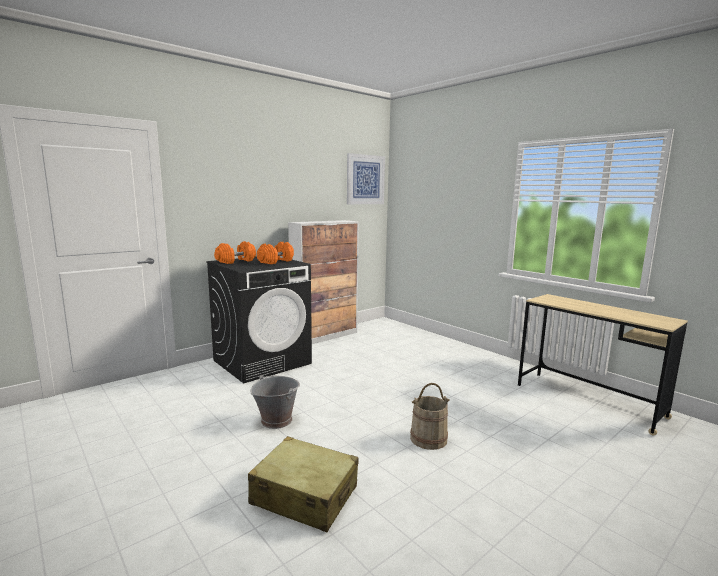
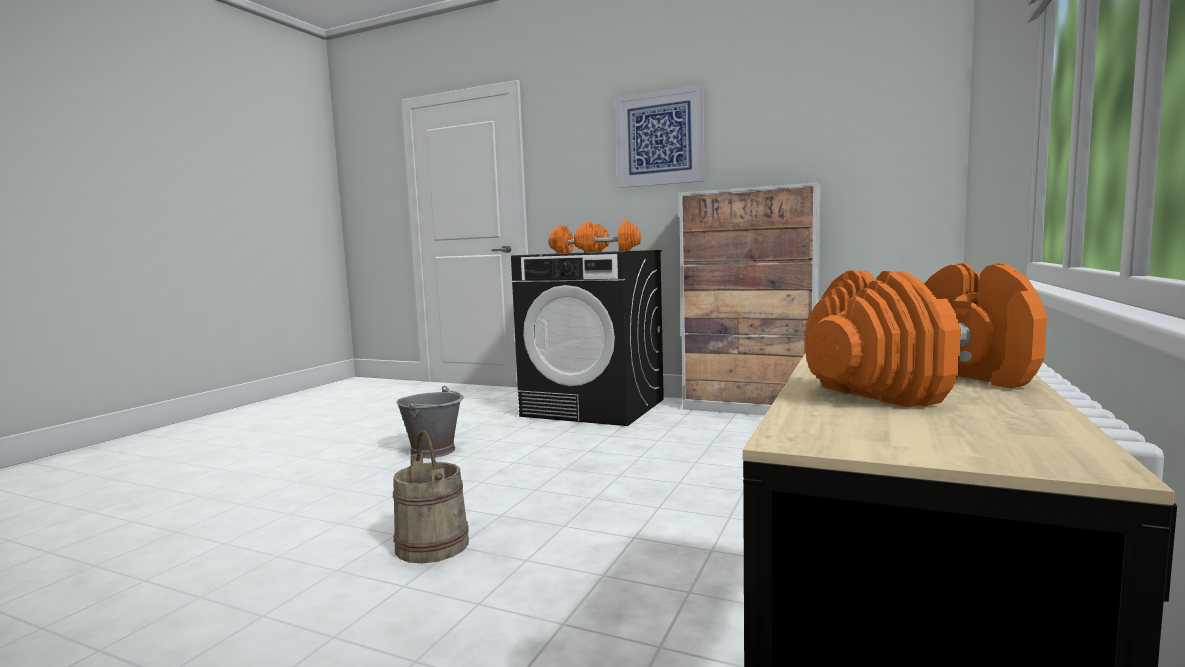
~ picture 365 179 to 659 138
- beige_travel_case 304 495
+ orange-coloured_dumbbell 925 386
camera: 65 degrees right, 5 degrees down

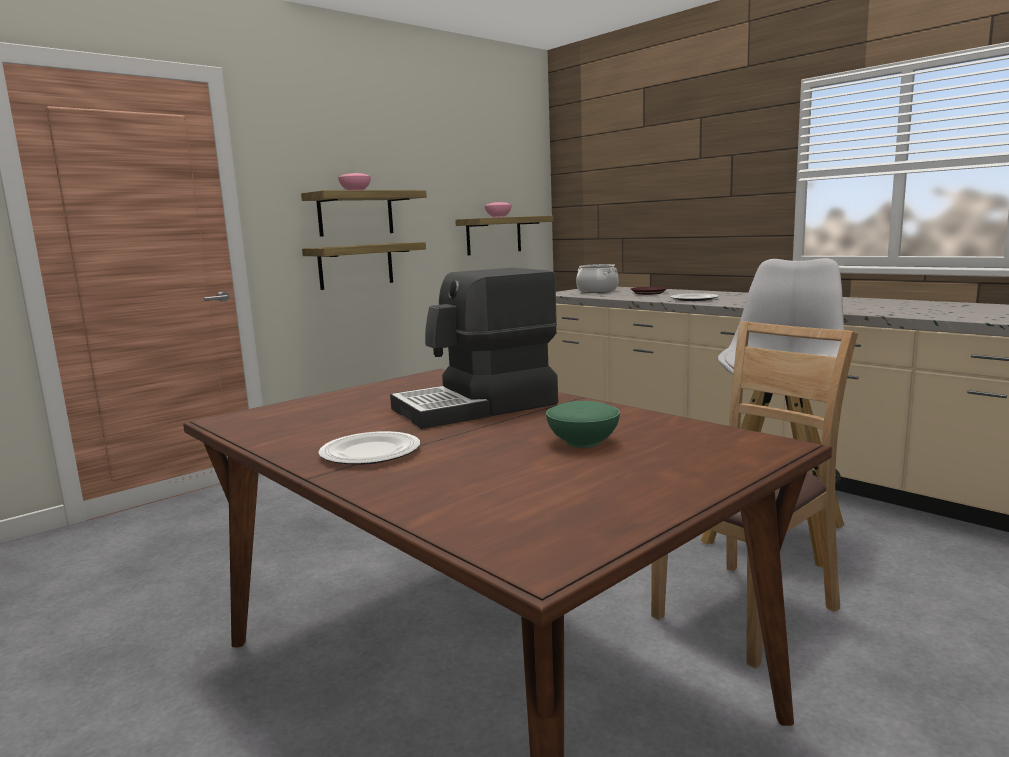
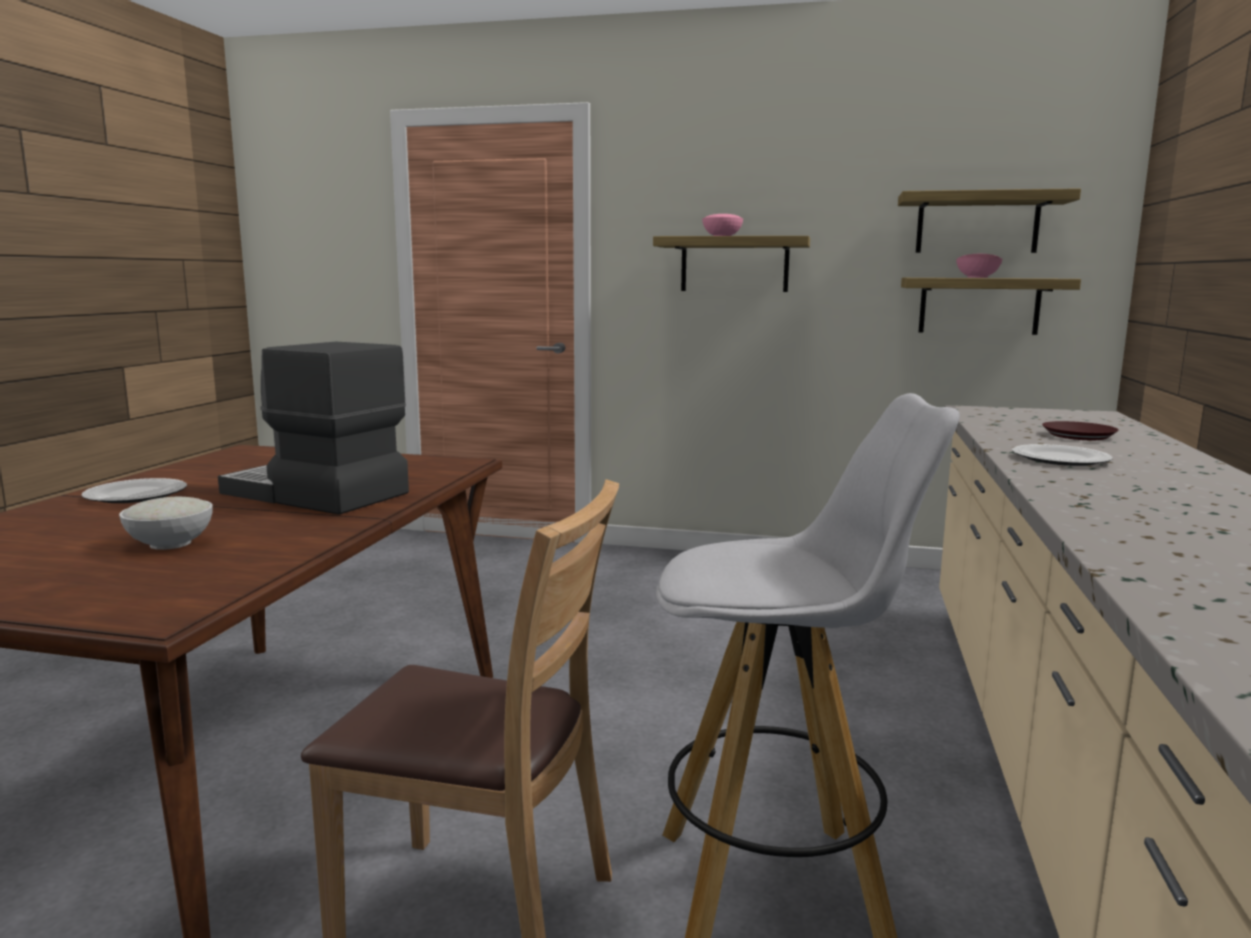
~ wall_shelf 356 265 to 977 224
- stockpot 597 291
~ greenish_bowl 584 442 to whitish_bowl 171 544
camera: 55 degrees right, 0 degrees up

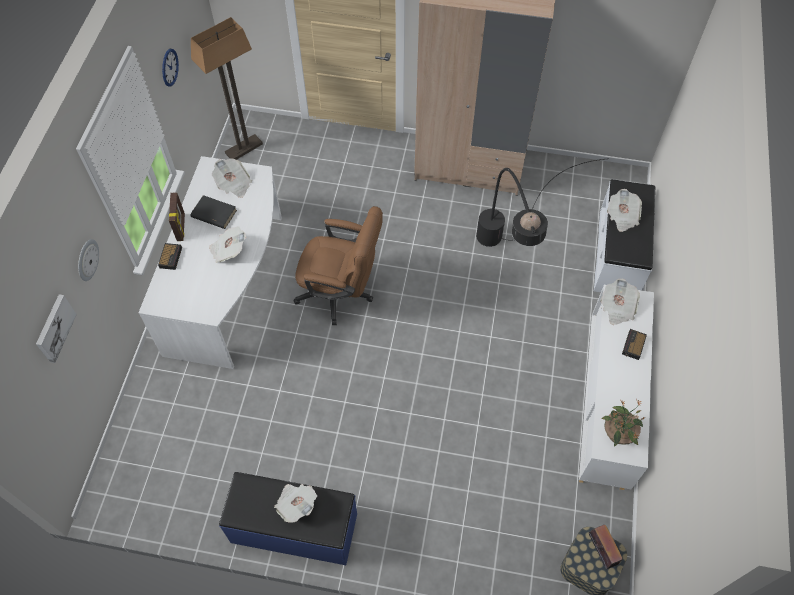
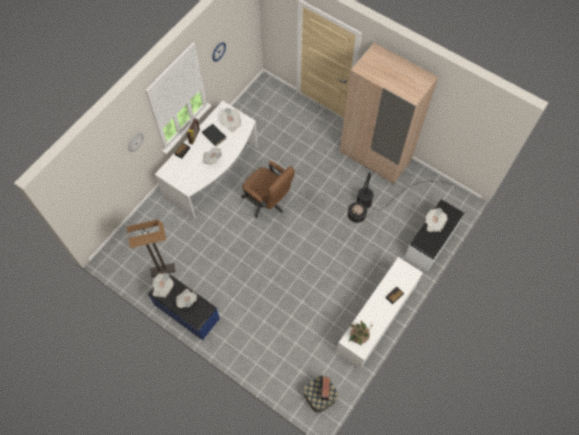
~ standard_lamp 244 148 to 163 270
~ printed_paper 617 308 to 162 287
- picture 54 328
camera: 25 degrees right, 5 degrees up

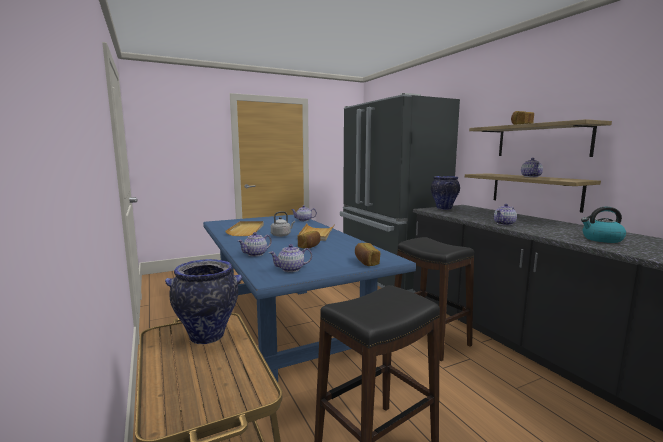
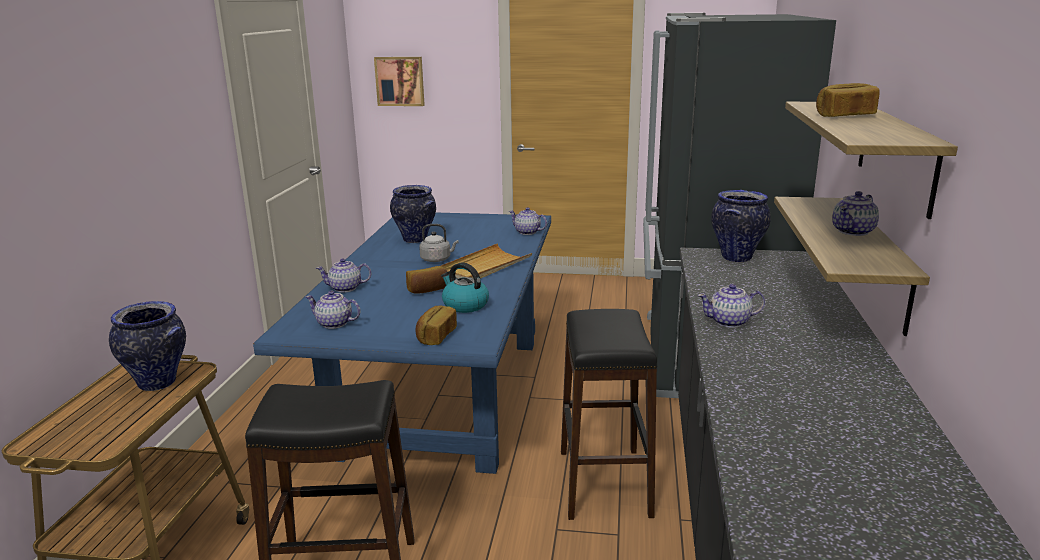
~ water_kettle 601 239 to 464 305
~ beige_serving_tray 247 230 to flower_vase 415 240
+ picture 400 81
camera: 35 degrees right, 10 degrees up

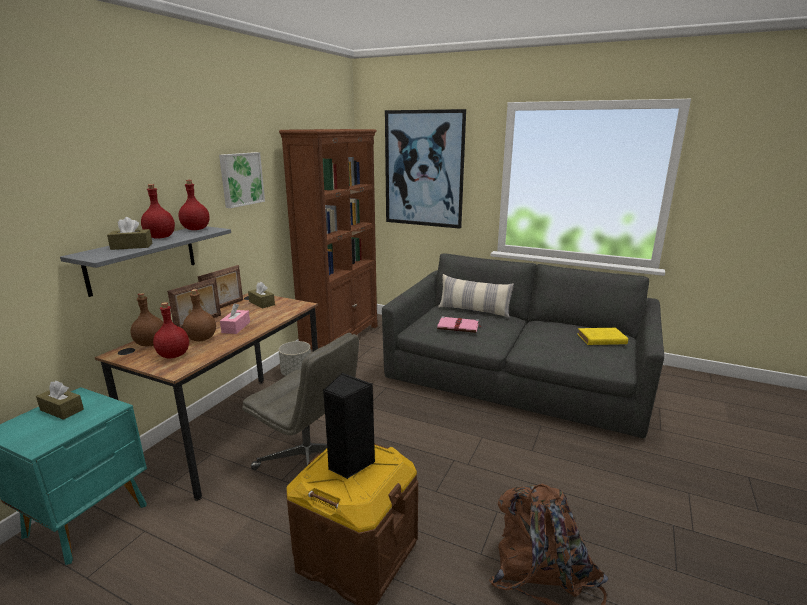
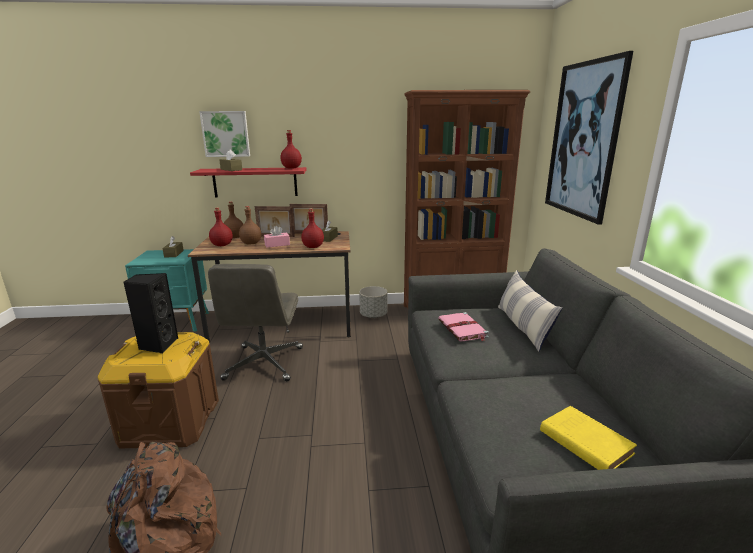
~ picture 241 179 to 226 134
~ reddish_drink_bottle 159 237 to 313 247
~ gray_wall_shelf 142 259 to reddish_wall_shelf 255 182
camera: 60 degrees right, 0 degrees up

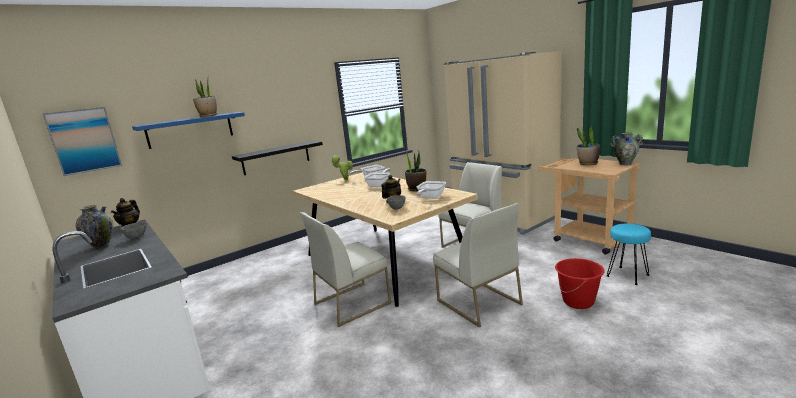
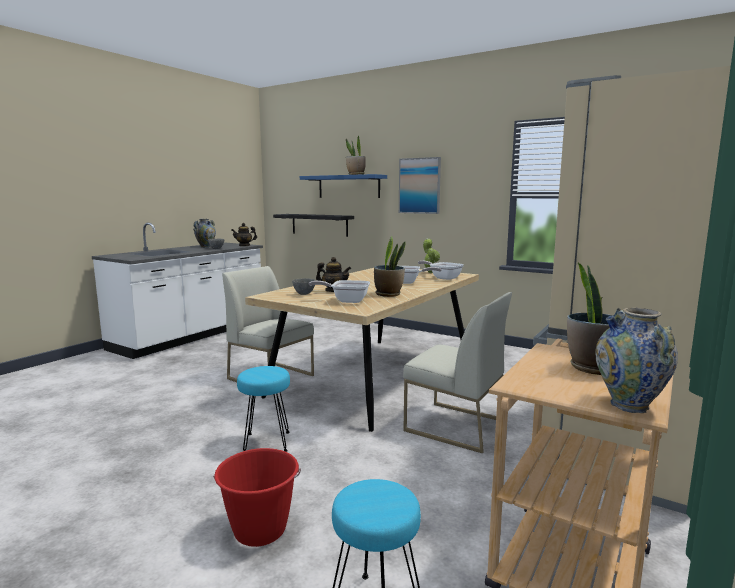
~ picture 84 140 to 419 185
~ blackish_wall_shelf 276 157 to 319 224
~ whitish_upright_chair 478 302 to turquoise_sitting_stool 266 442
camera: 70 degrees right, 5 degrees down

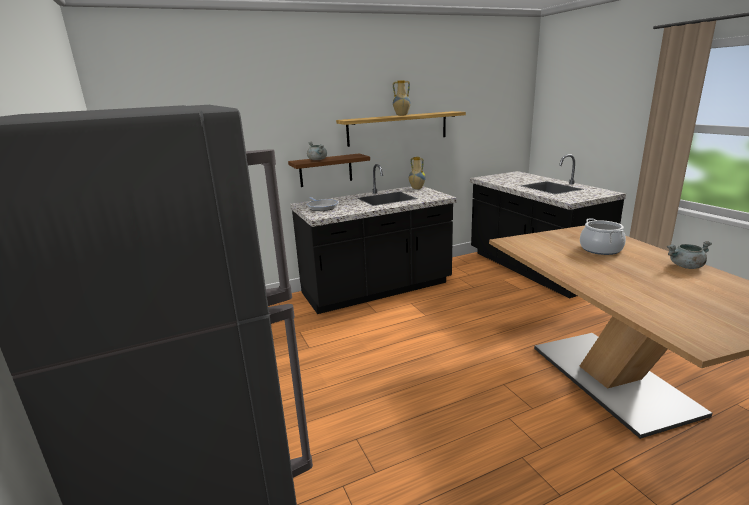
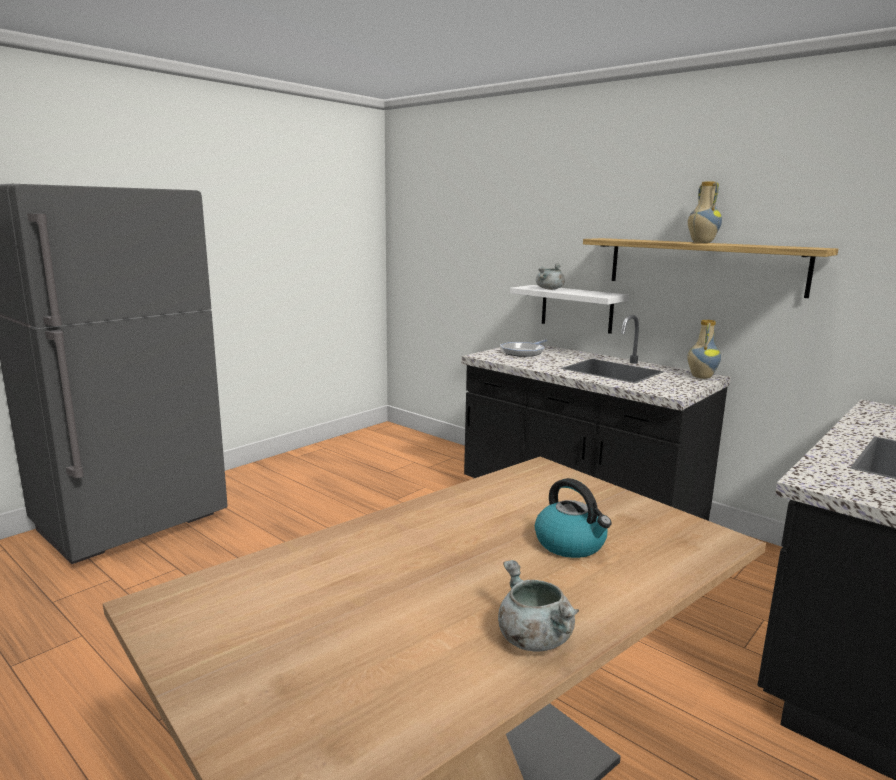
~ brown-coloured_wall_shelf 325 170 to whitish_wall_shelf 576 309
~ stockpot 600 249 to water_kettle 571 544
camera: 65 degrees right, 5 degrees down

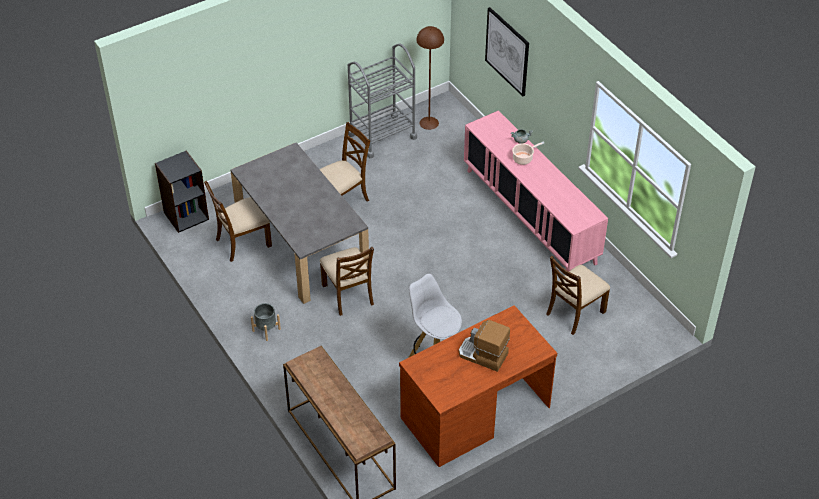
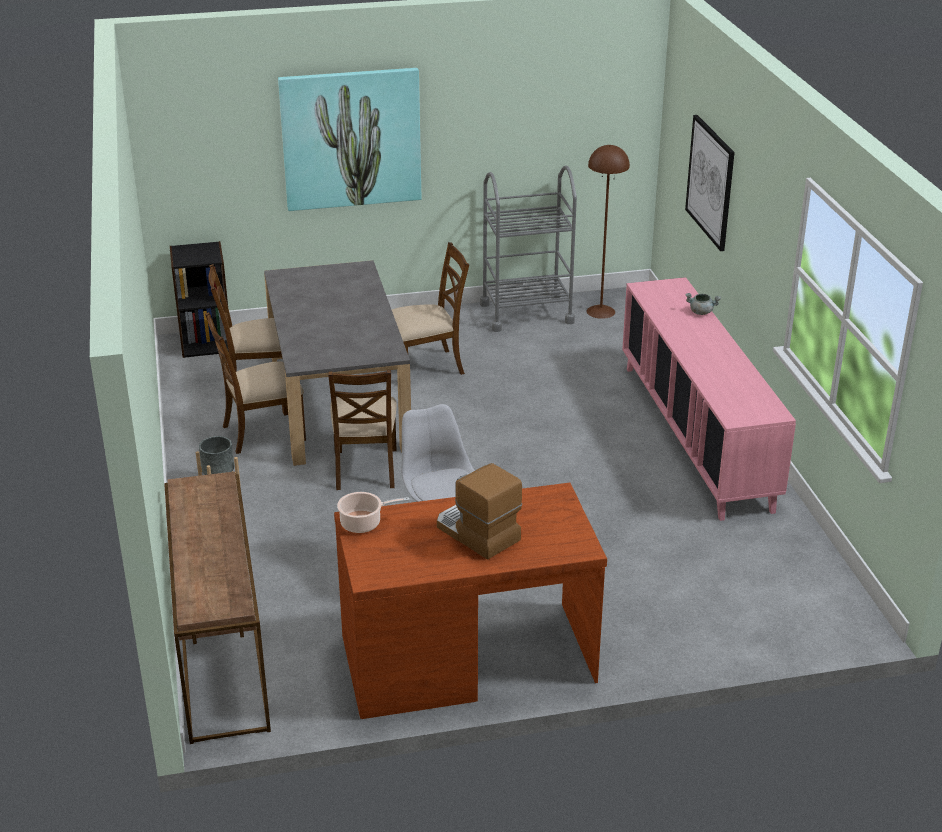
~ stockpot 523 158 to 363 523
~ brown-coloured_upright_chair 574 312 to 262 432
+ picture 351 138
camera: 20 degrees right, 15 degrees down

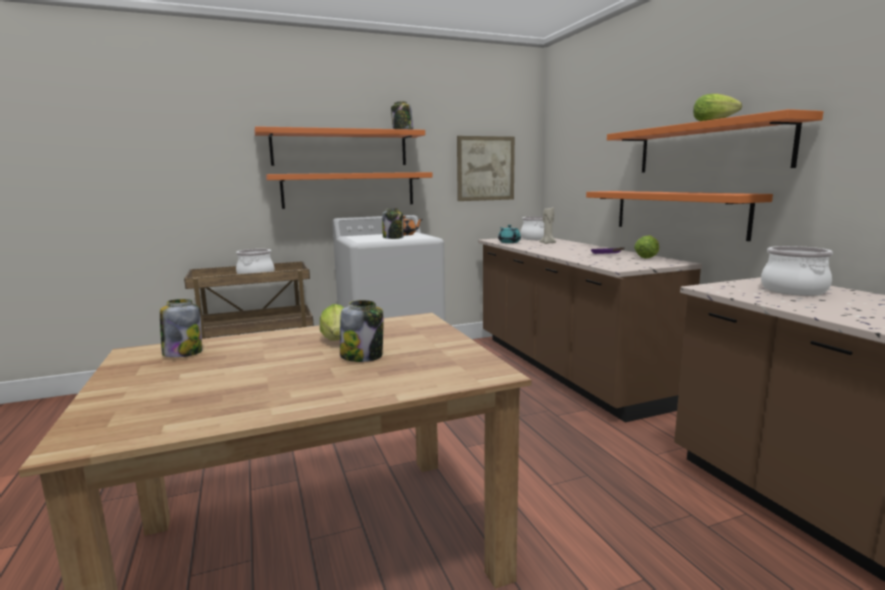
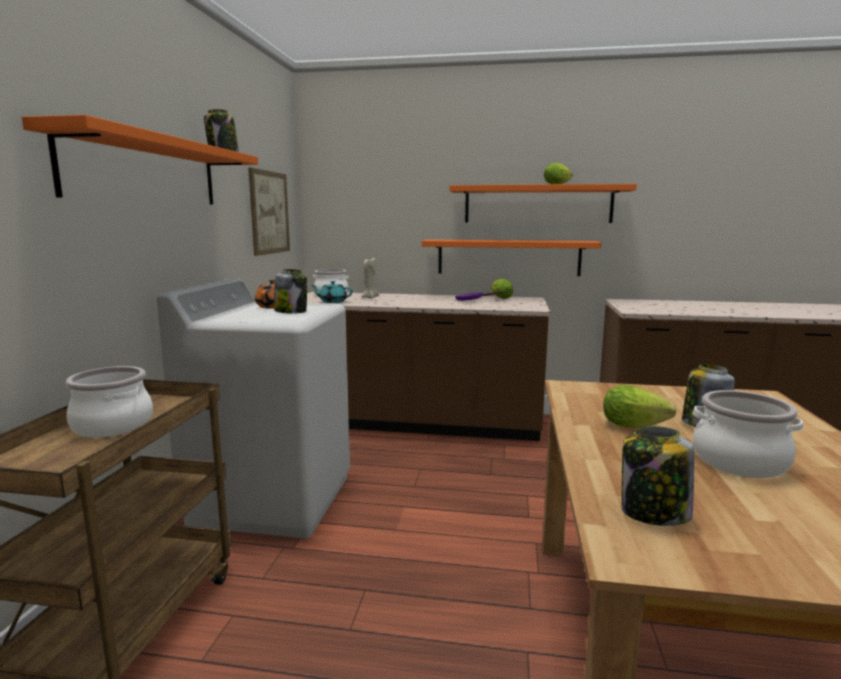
- orange-coloured_wall_shelf 349 190
~ stockpot 794 290 to 739 461
camera: 60 degrees left, 0 degrees up

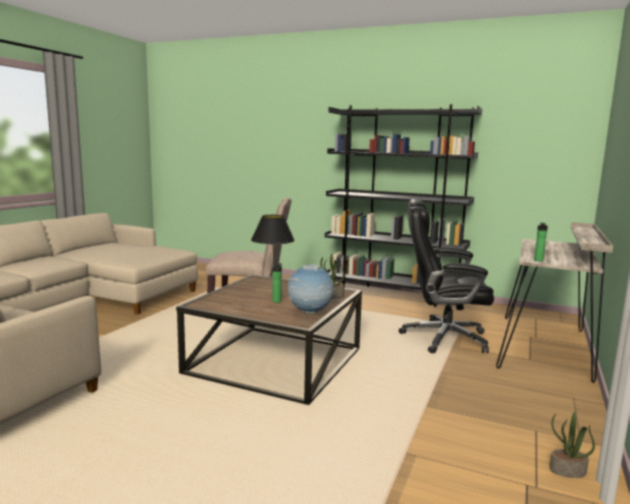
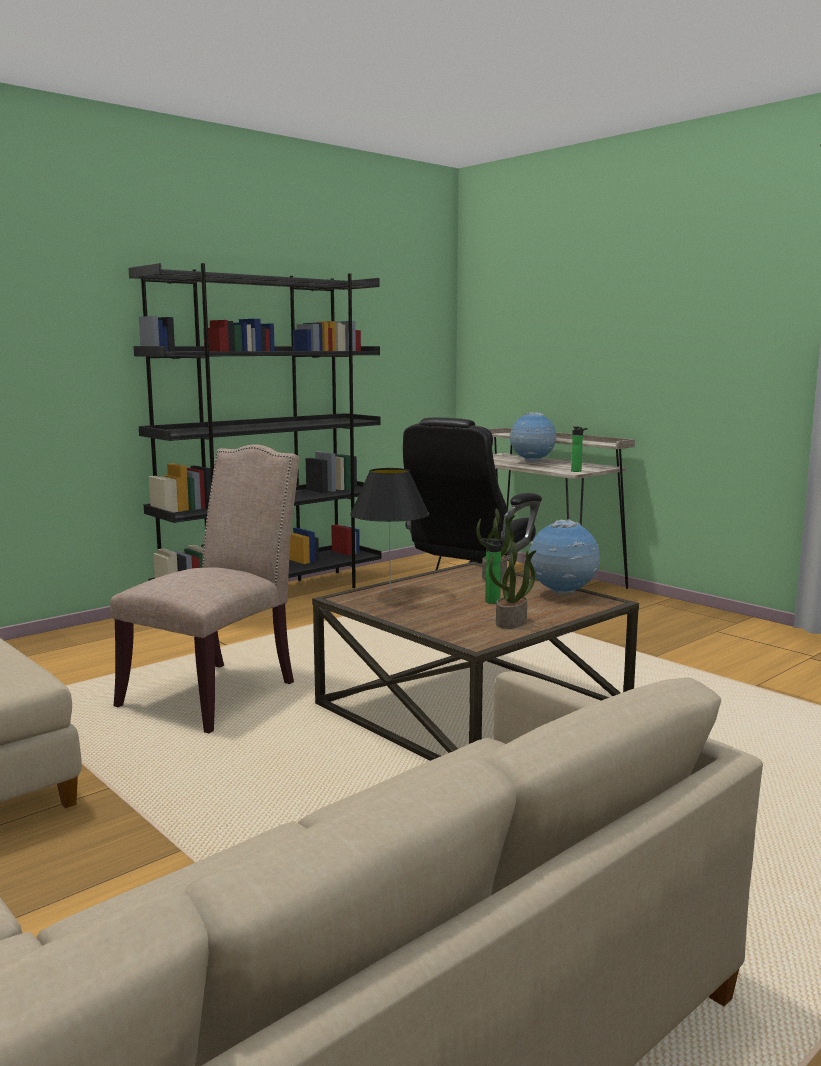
~ potted_plant 567 471 to 511 622
+ desk_globe 532 462
camera: 65 degrees left, 0 degrees up

